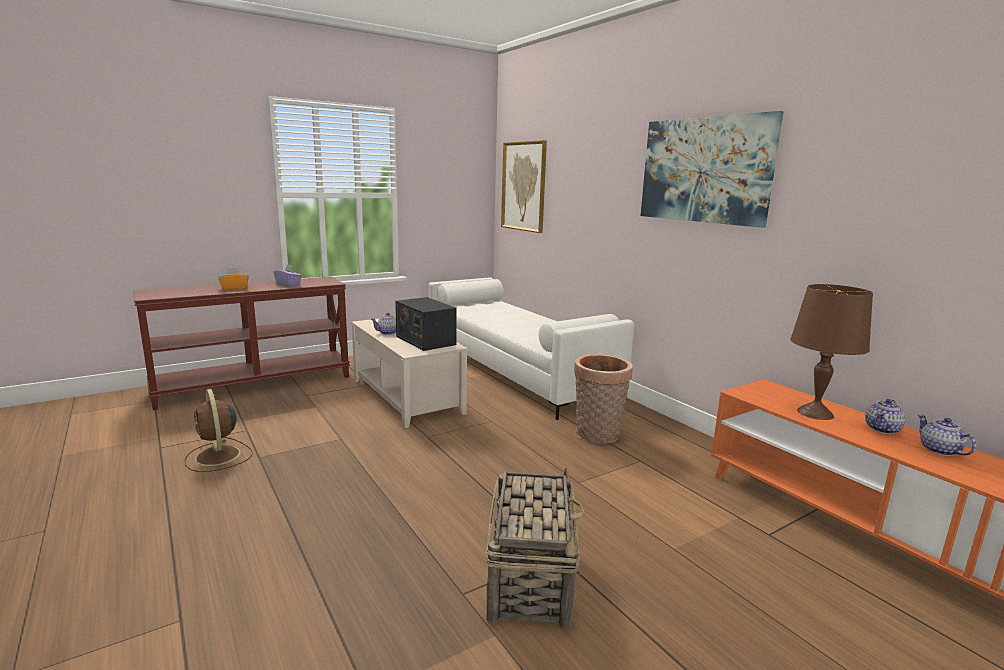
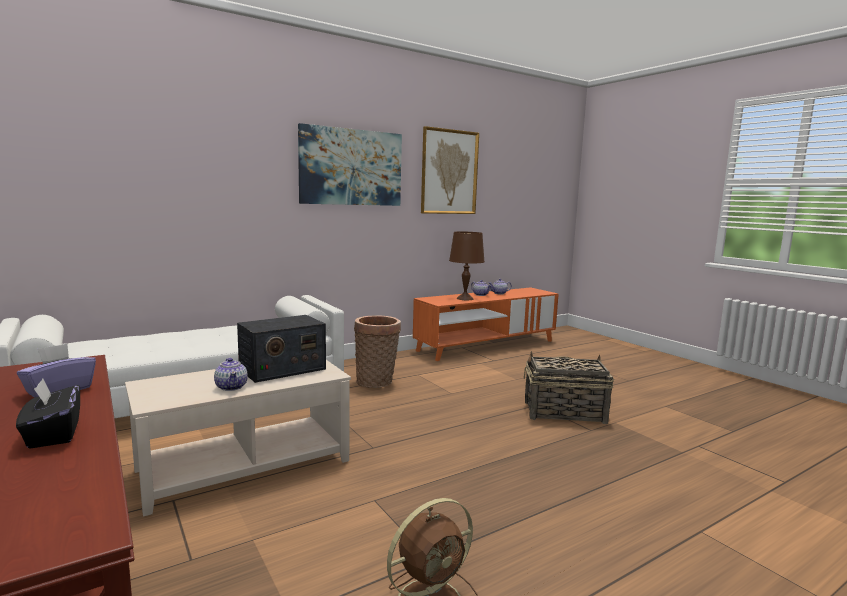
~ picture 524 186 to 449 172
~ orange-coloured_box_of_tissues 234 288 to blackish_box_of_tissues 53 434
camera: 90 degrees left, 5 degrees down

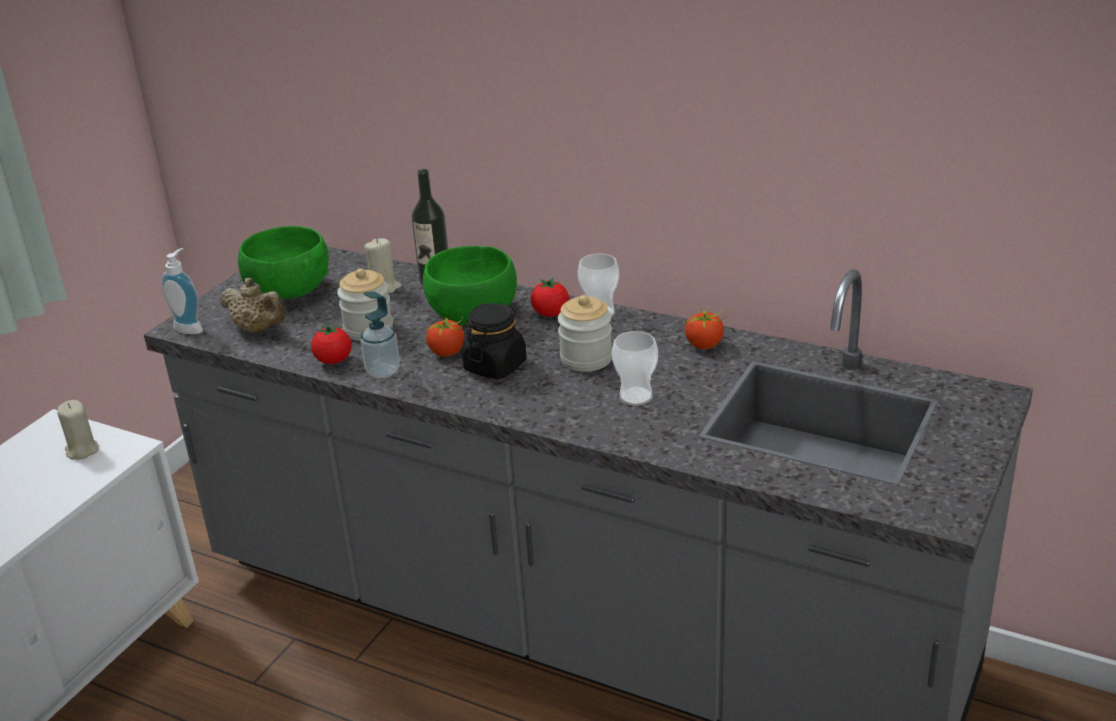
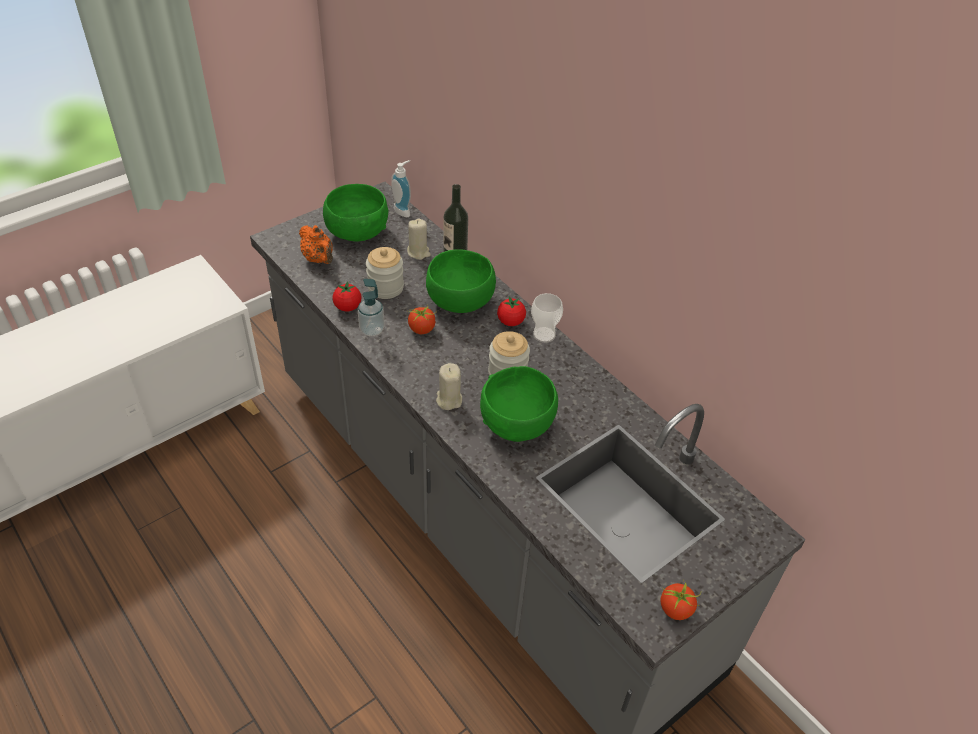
~ soap_bottle 191 327 to 404 210
~ beige_teapot 258 329 to orange-coloured_teapot 319 259
- blackish_preserve_jar 495 366
~ fresh_tomato 704 344 to 676 609
~ small_cup 636 396 to greenish_bowl 518 423
~ beige_candle 82 450 to 449 400
camera: 20 degrees right, 15 degrees up

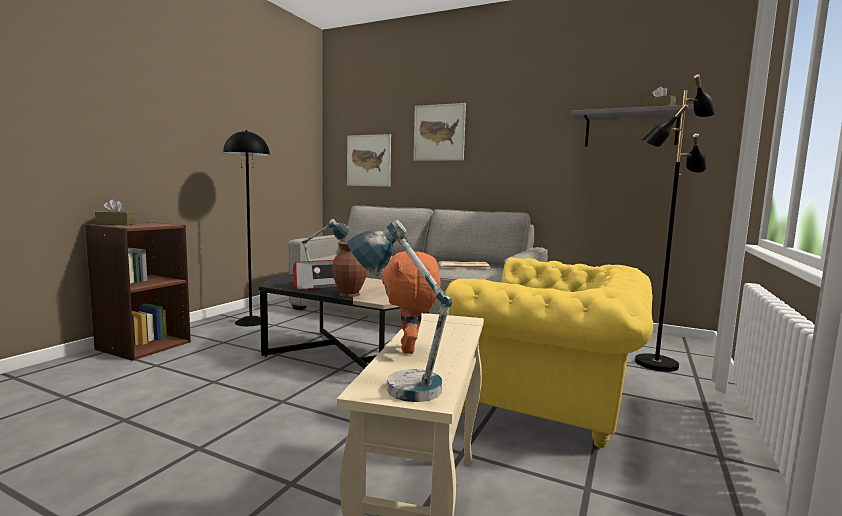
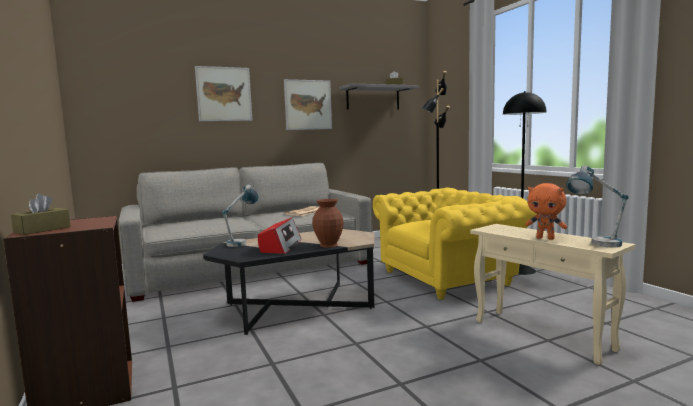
~ blackish_standard_lamp 251 321 to 520 270
~ picture 368 160 to 308 105
camera: 50 degrees left, 0 degrees up

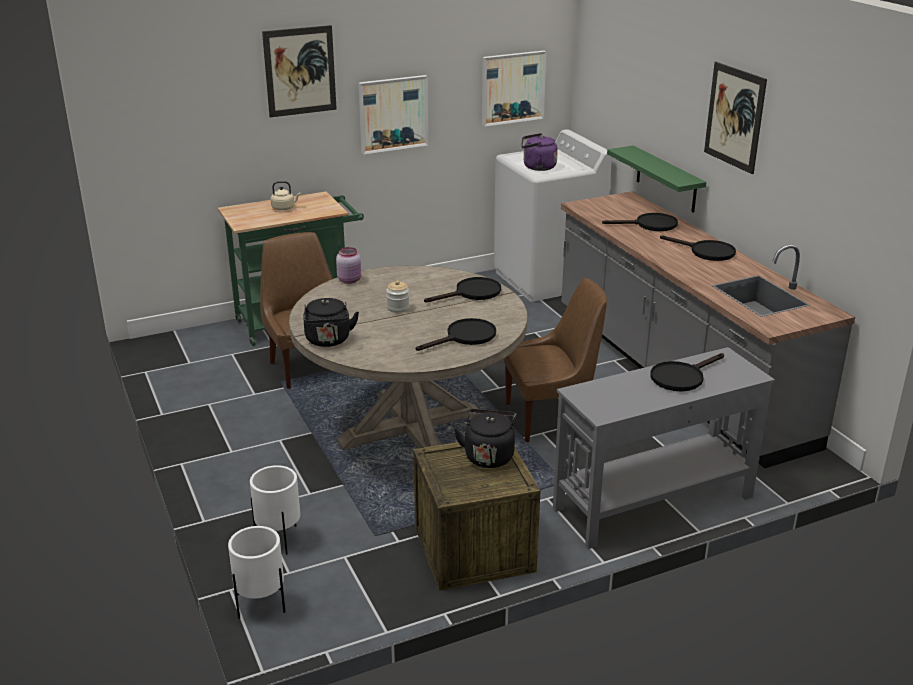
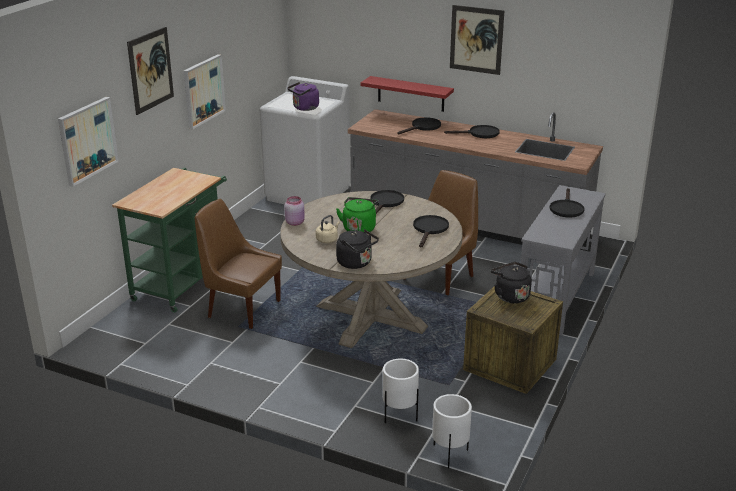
~ picture 512 88 to 87 140
~ greenish_wall_shelf 666 179 to reddish_wall_shelf 411 94
~ beige_water_kettle 284 208 to 327 239
~ preserve_jar 398 308 to greenish_water_kettle 359 228
camera: 40 degrees left, 0 degrees up

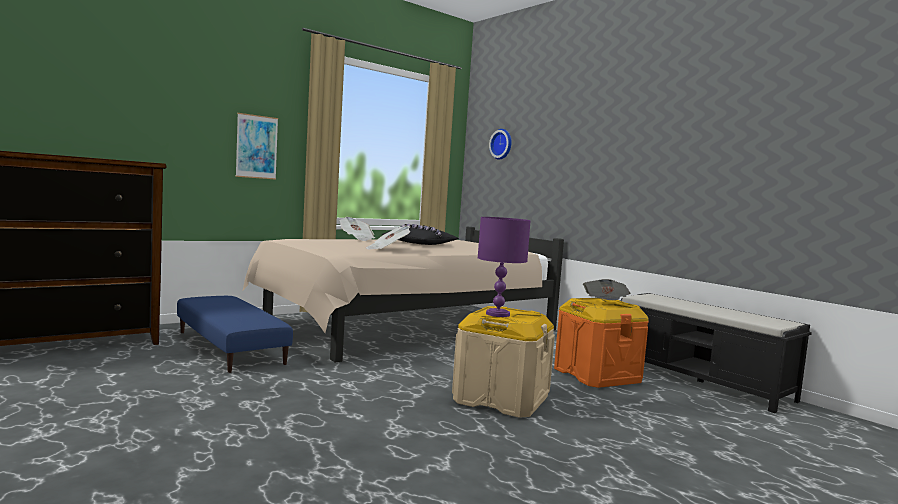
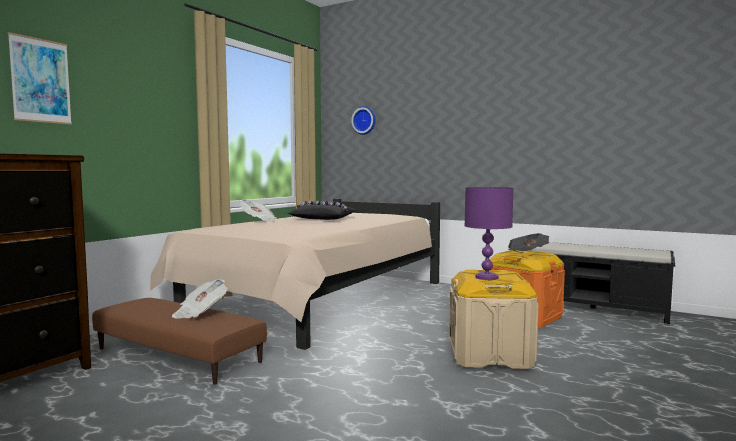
~ picture 256 147 to 40 80
~ printed_paper 387 249 to 200 313
~ blue_pouffe 230 347 to brown-coloured_pouffe 178 355
camera: 20 degrees left, 0 degrees up

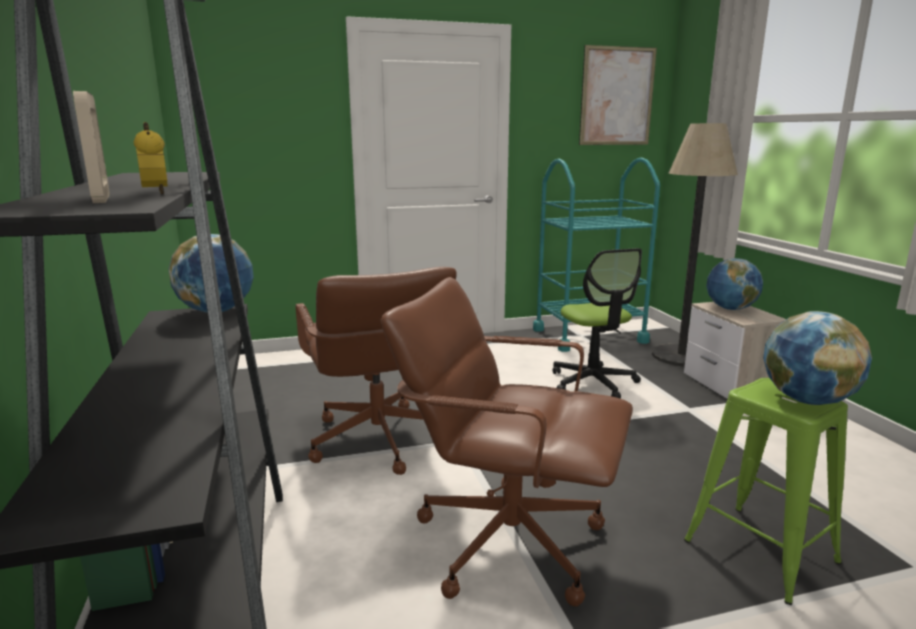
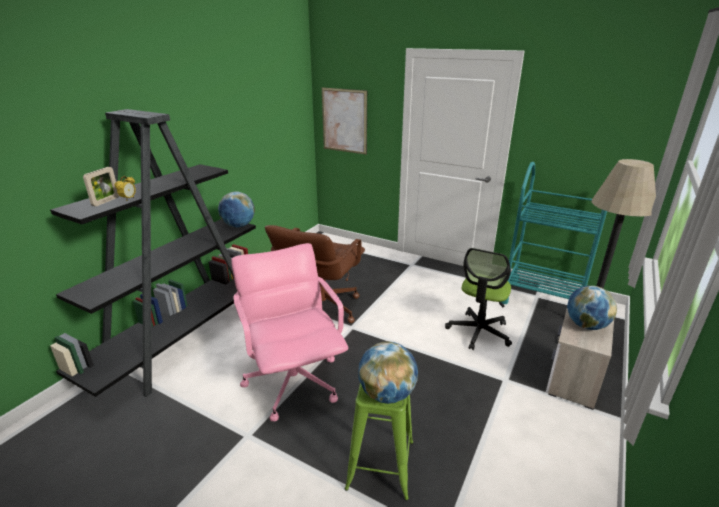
~ picture 617 96 to 344 121
~ brown-coloured_desk_chair 508 540 to pink-coloured_desk_chair 294 381
camera: 45 degrees right, 10 degrees up

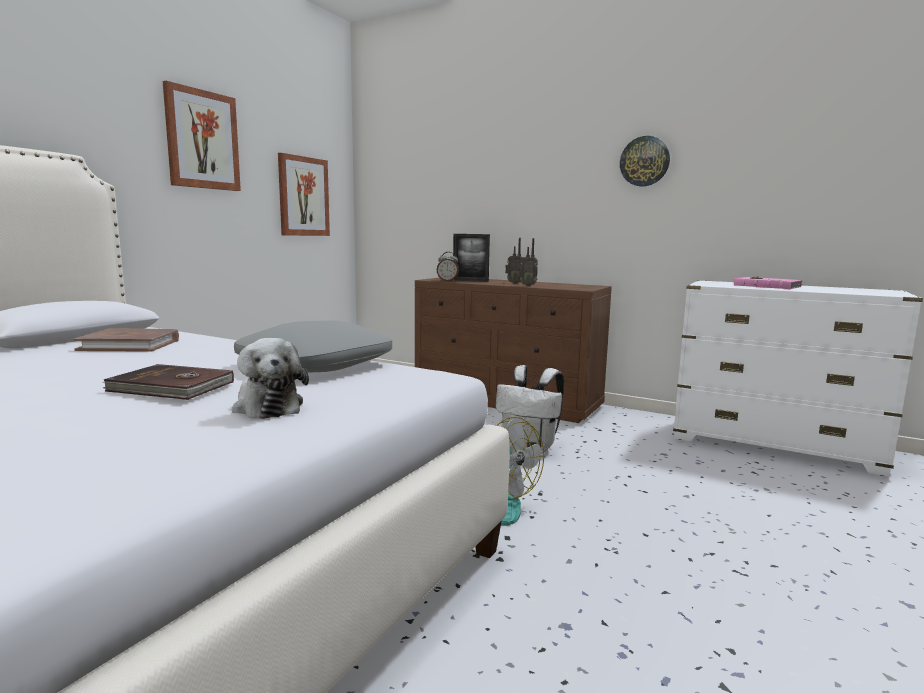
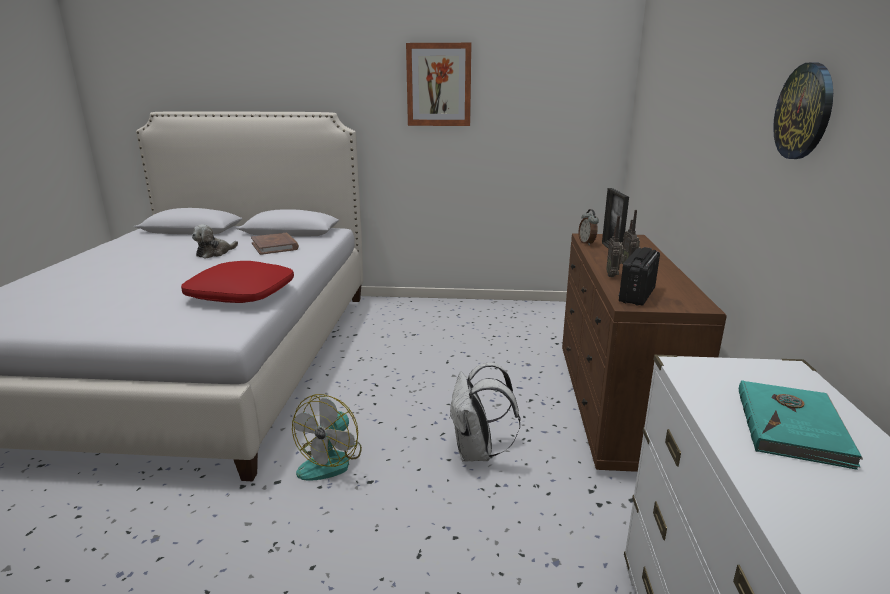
- picture 303 196
~ pink-coloured_volume 766 286 to turquoise_volume 793 426
~ gray_throw_pillow 315 365 to reddish_throw_pillow 242 294
~ plush_toy 268 406 to 215 253
- brown-coloured_volume 171 387
+ radio 637 295
camera: 65 degrees right, 10 degrees up

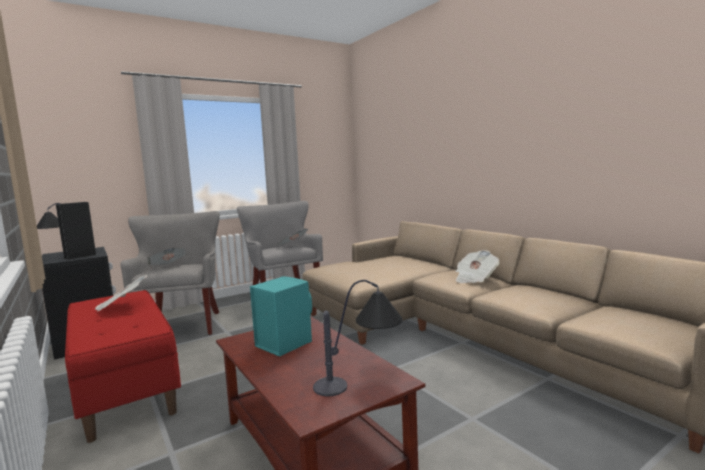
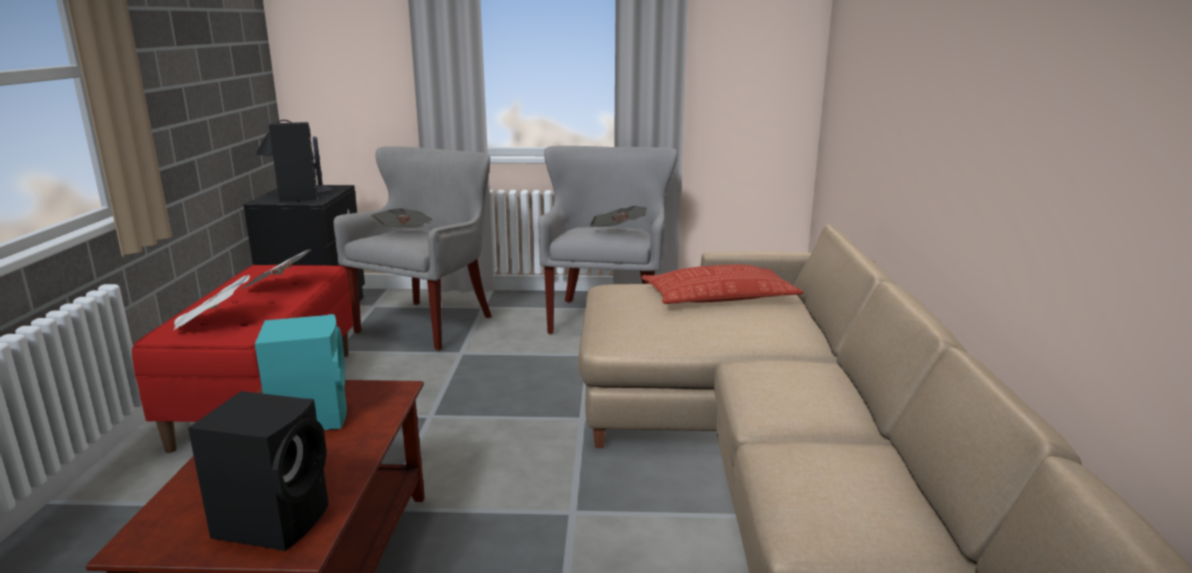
~ printed_paper 474 278 to 212 322
~ tabletop_lamp 362 378 to blackish_speaker 275 520
+ throw_pillow 719 296
camera: 35 degrees right, 10 degrees up

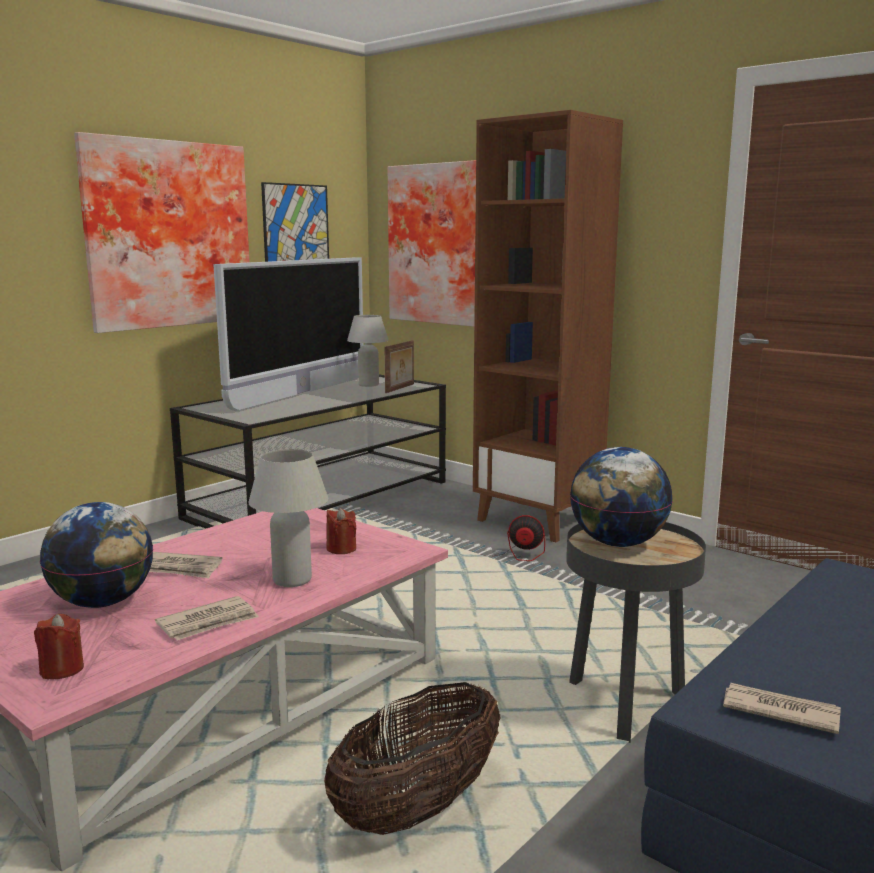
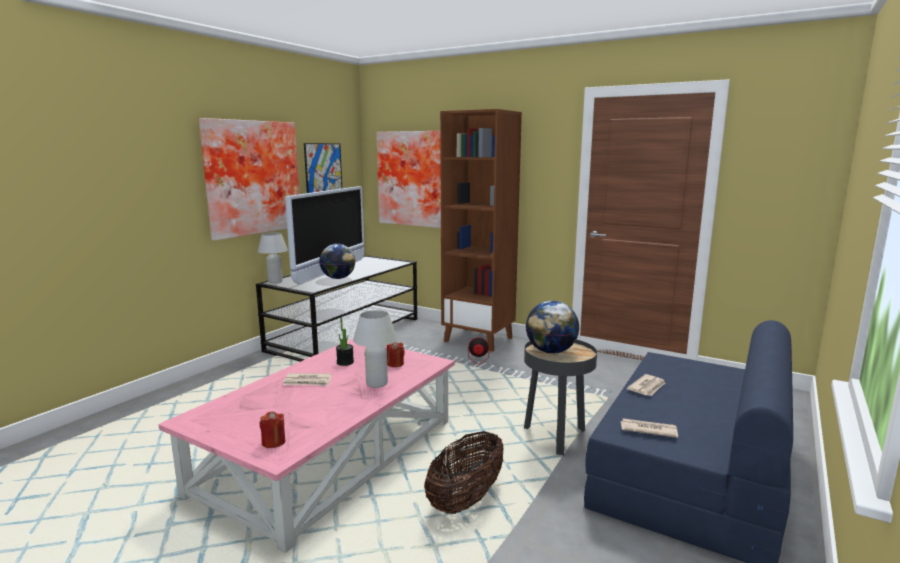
~ whitish_tabletop_lamp 368 385 to 275 281
- standing_frame 400 388
~ desk_globe 103 603 to 338 278
~ printed_paper 209 622 to 647 387
+ potted_plant 345 362
camera: 10 degrees left, 0 degrees up

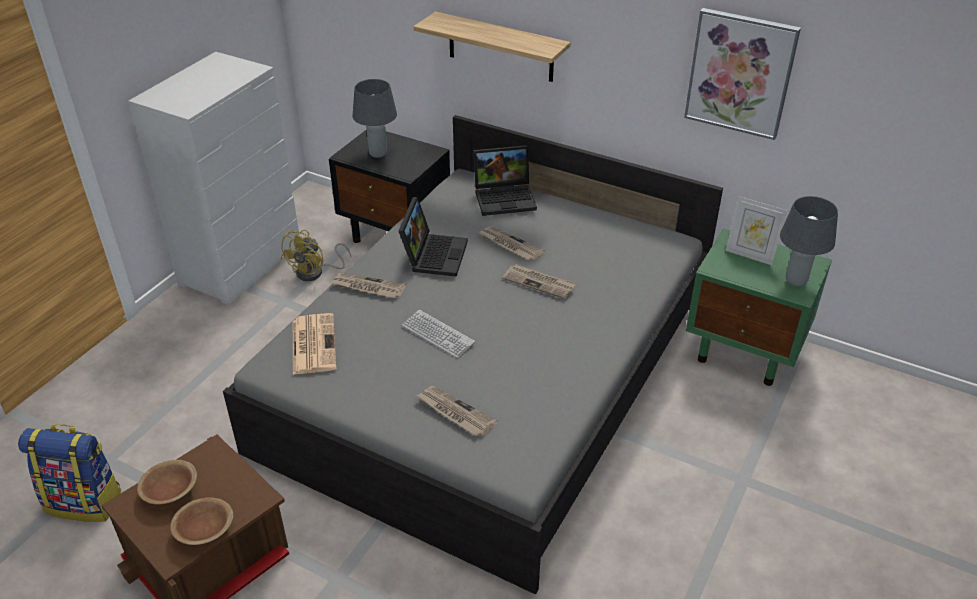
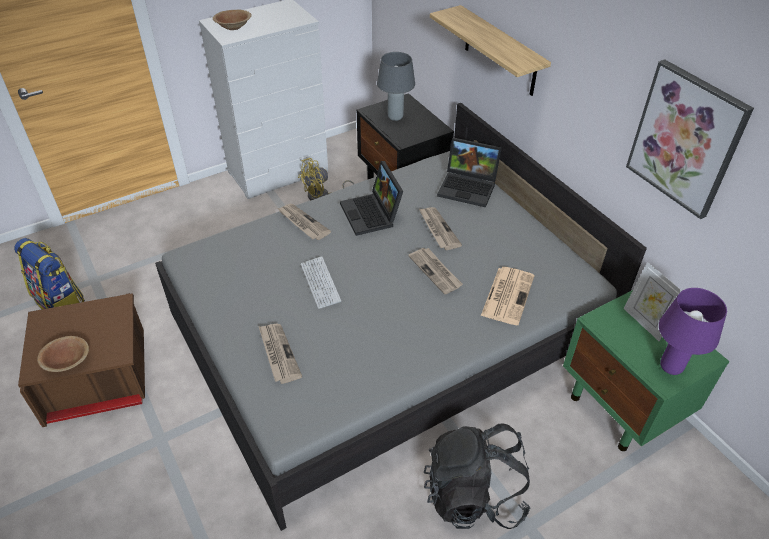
~ gray_tabletop_lamp 796 281 to purplish_tabletop_lamp 671 368
~ notebook_computer 433 254 = 372 214 120 degrees clockwise
~ printed_paper 313 344 to 507 295
~ brown-coloured_bowl 170 492 to 233 27
+ blackish_knapsack 473 495
camera: 30 degrees right, 5 degrees up

